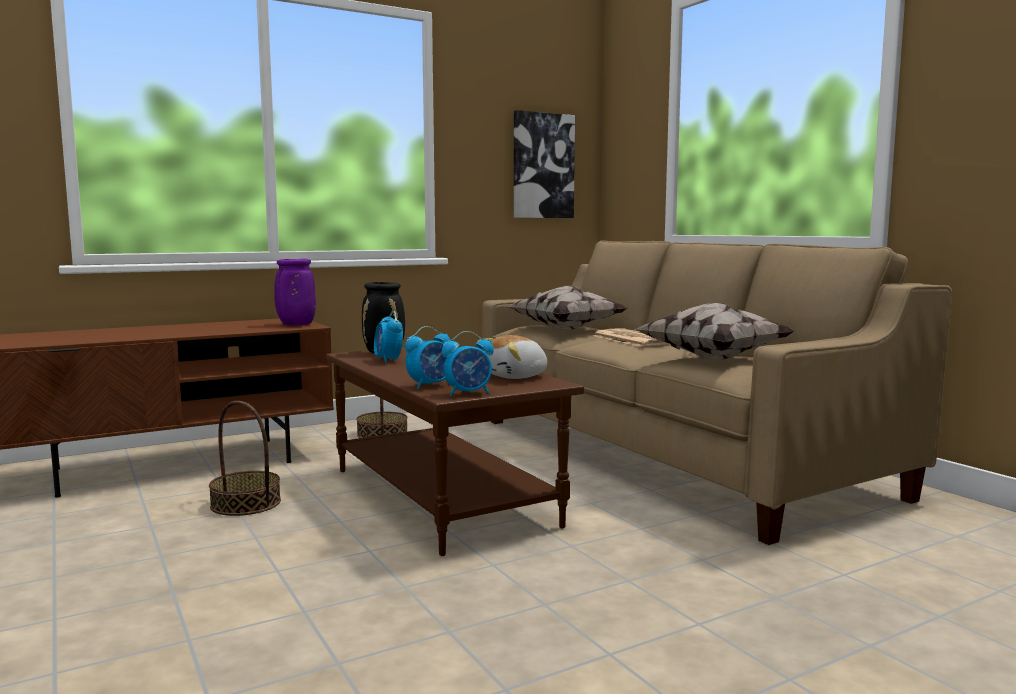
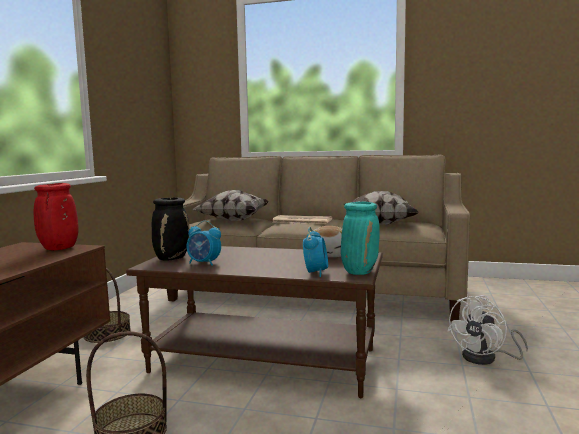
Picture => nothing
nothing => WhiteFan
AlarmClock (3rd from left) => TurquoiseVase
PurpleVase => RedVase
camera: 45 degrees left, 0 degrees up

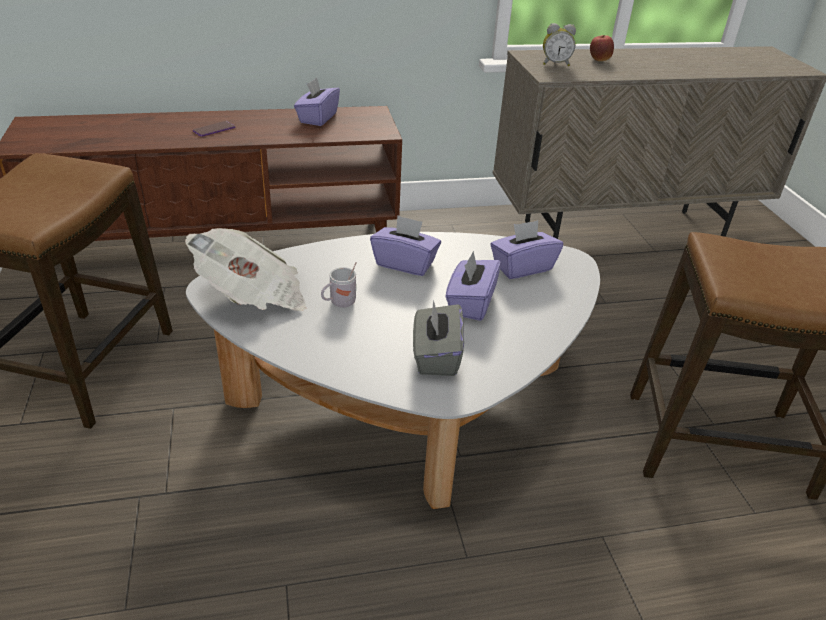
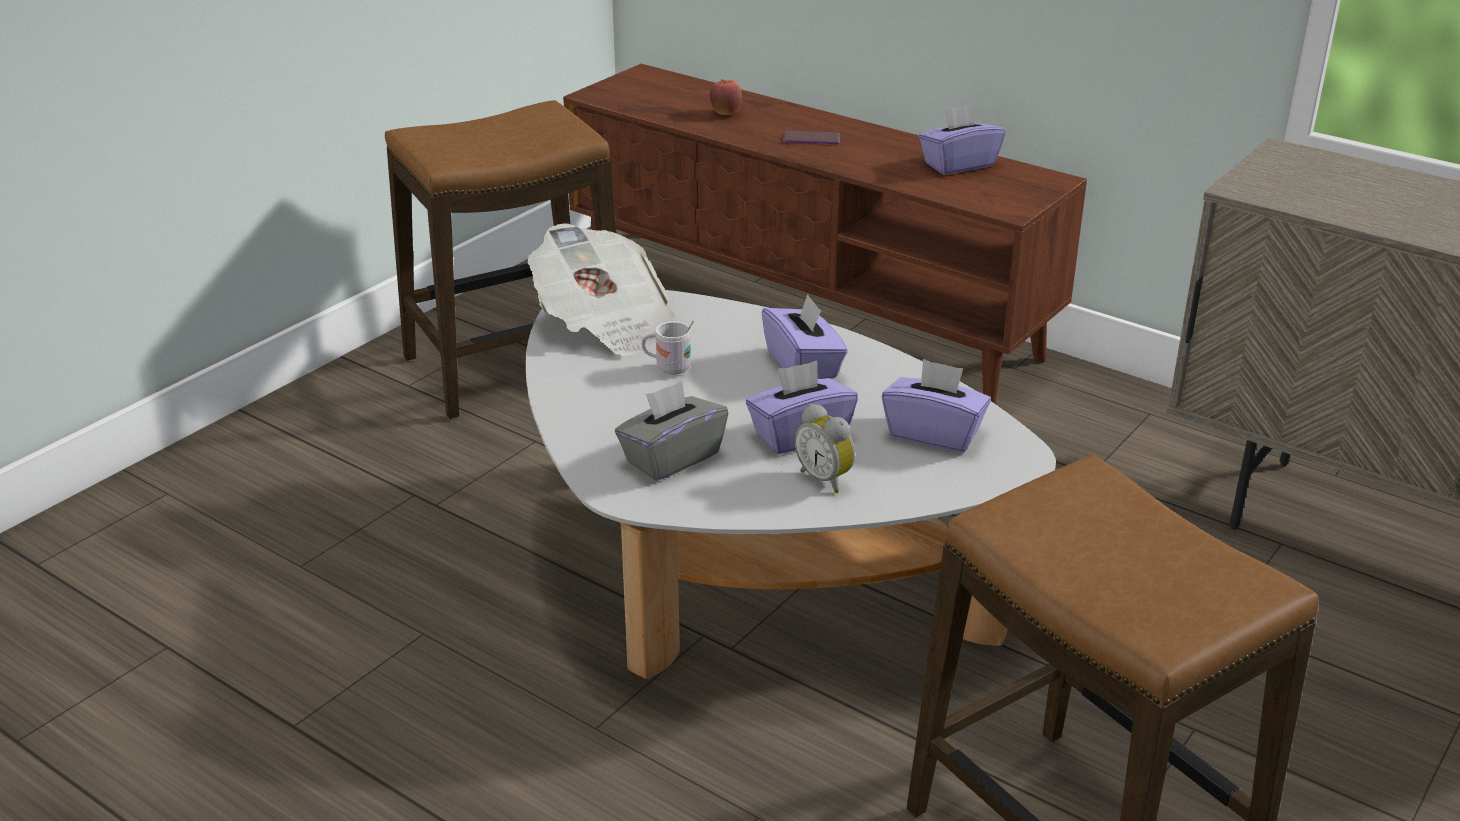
AlarmClock, moved
Apple, moved
camera: 50 degrees right, 5 degrees down

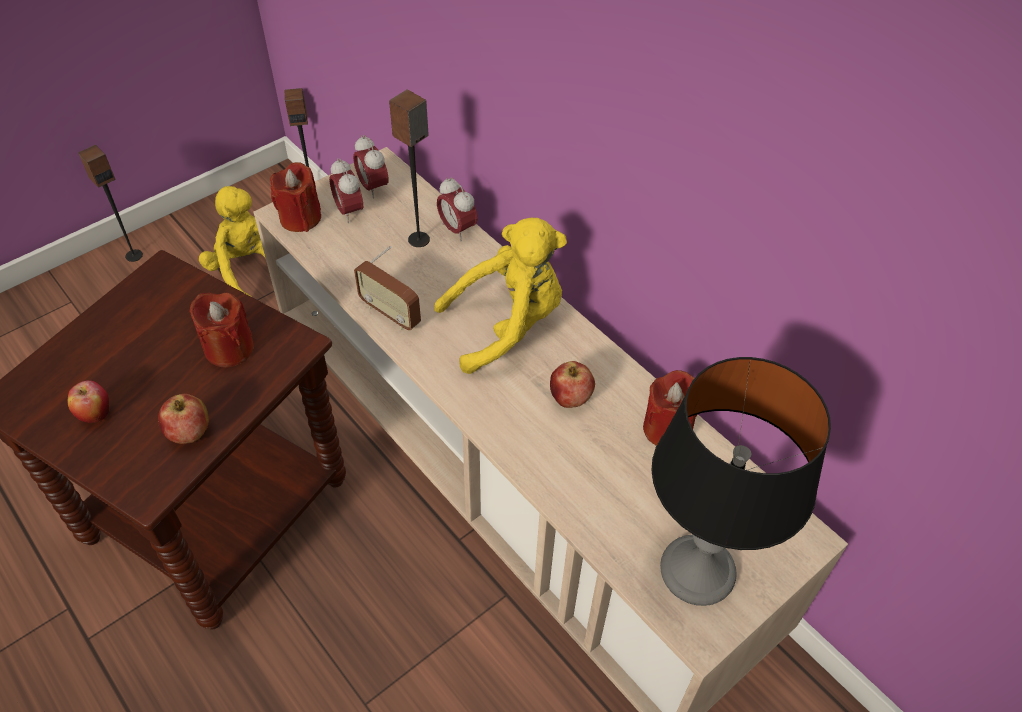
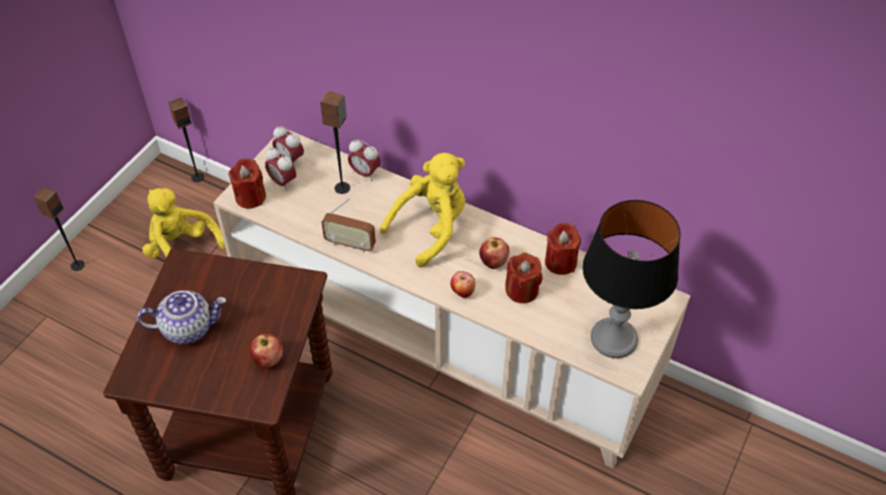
nothing => Teapot
Apple (1st from left in the first image) => Apple (2nd from left), moved
RedCandle (1st from left in the first image) => RedCandle (2nd from left), moved
camera: 20 degrees left, 0 degrees up

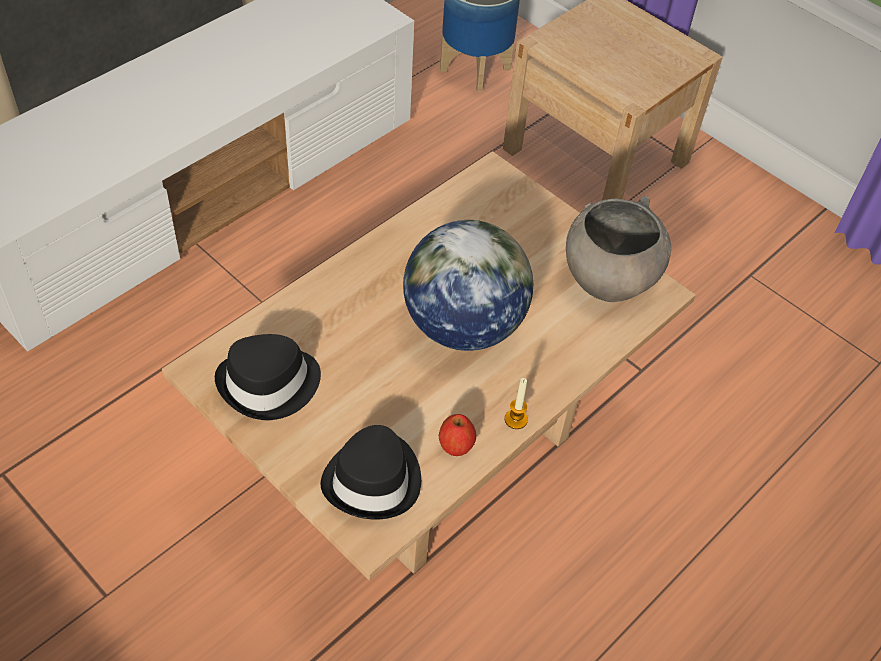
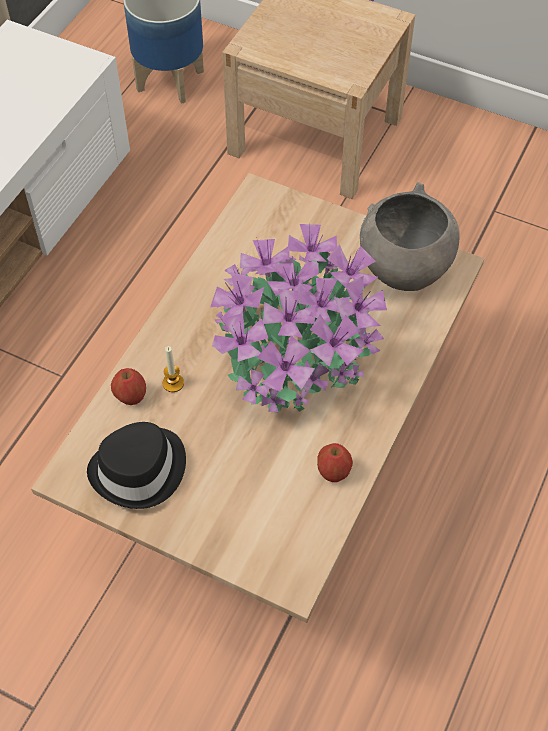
BlackHat (2nd from left) => nothing
nothing => Apple (1st from left)
Candle, moved
Globe => PottedPlant
camera: 15 degrees left, 5 degrees up

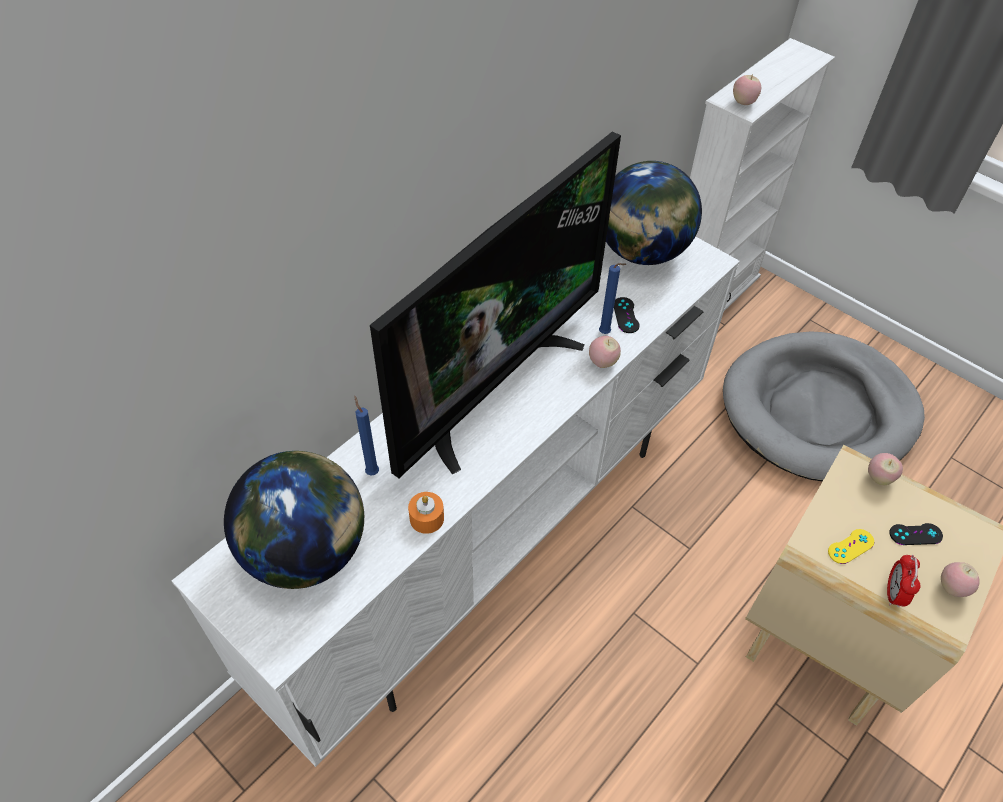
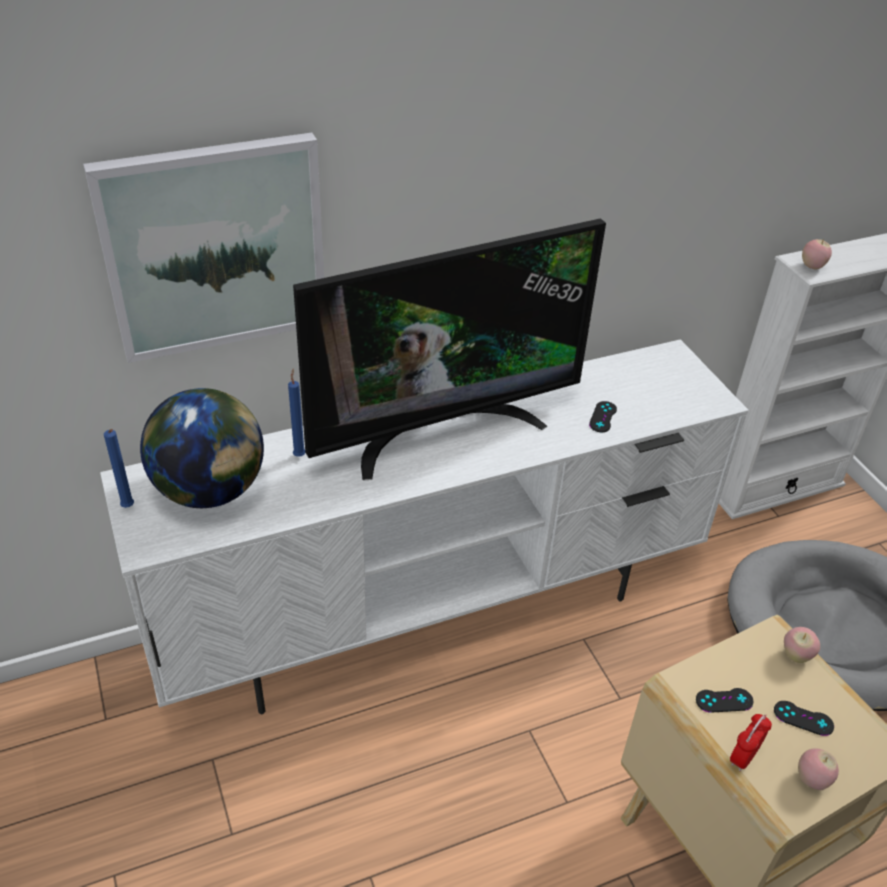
OrangeCandle => nothing
Apple (1st from left) => nothing
Globe (2nd from left) => nothing
nothing => Picture
BlueCandle (2nd from left in the first image) => BlueCandle (1st from left), moved
YellowGameController => BlackGameController (2nd from left)
camera: 25 degrees right, 10 degrees down

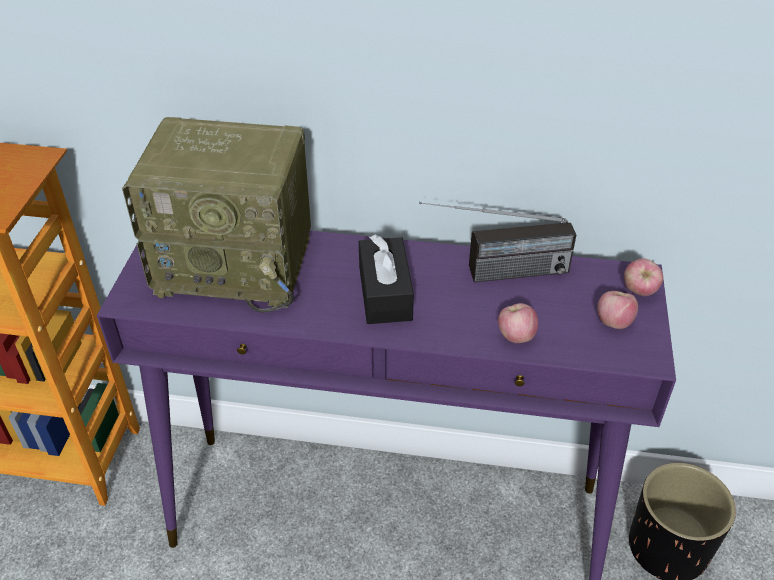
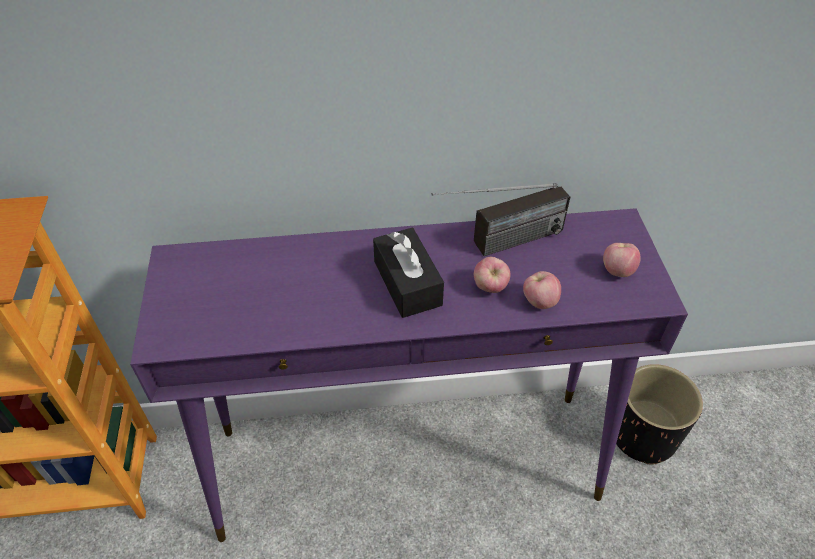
Radio (1st from left) => nothing
Apple (3rd from left in the first image) => Apple (1st from left), moved
camera: 15 degrees left, 5 degrees up

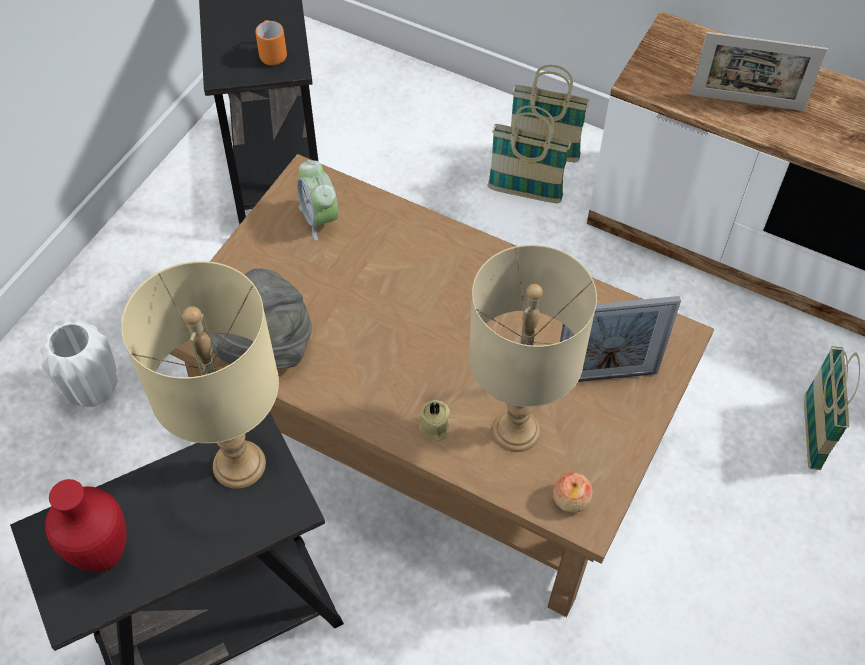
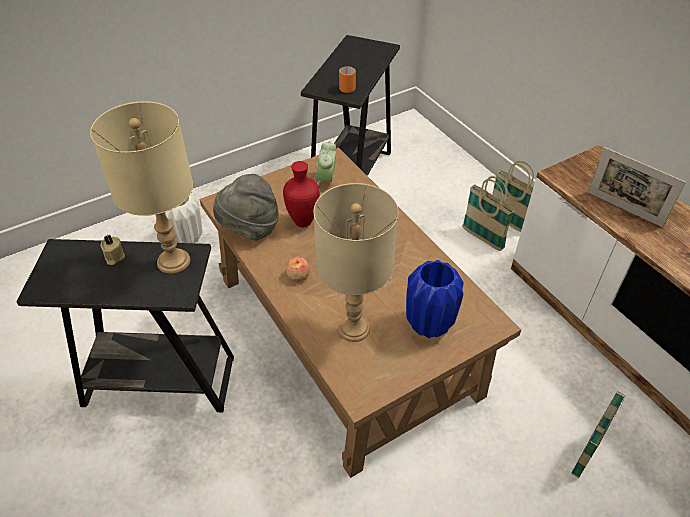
RedVase, moved
BeigeCandle, moved
Apple, moved
PictureFrame (1st from left) => BlueVase
camera: 30 degrees right, 10 degrees down

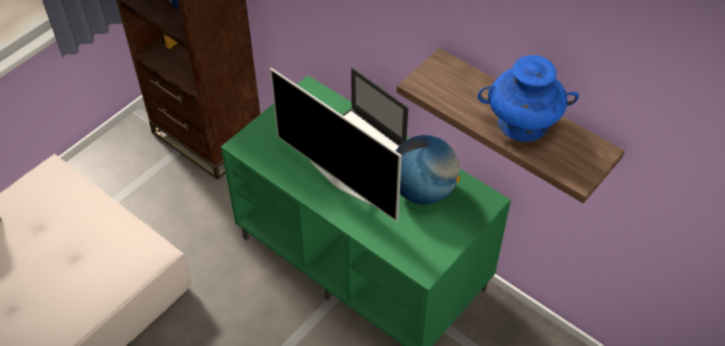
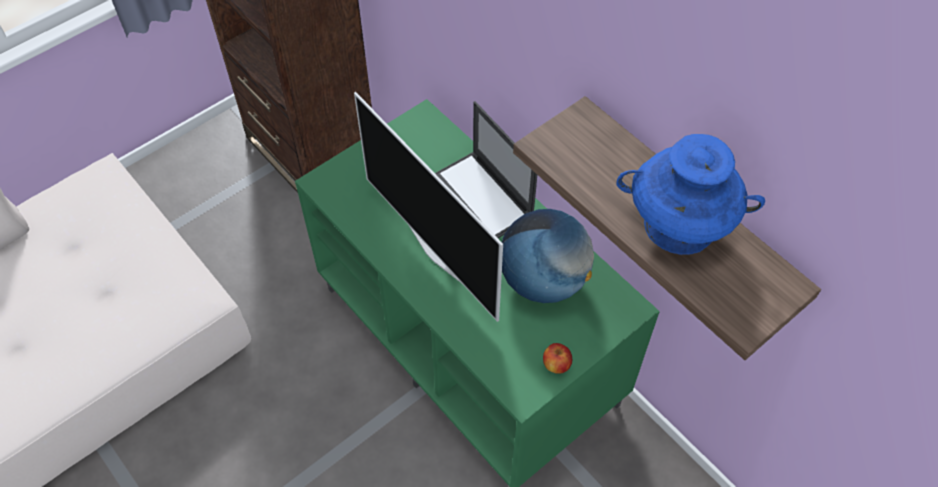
nothing => Apple
camera: 10 degrees right, 5 degrees up

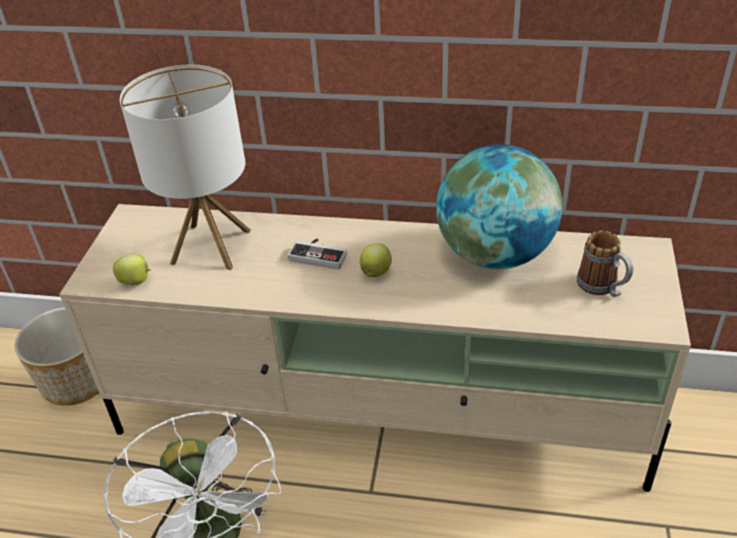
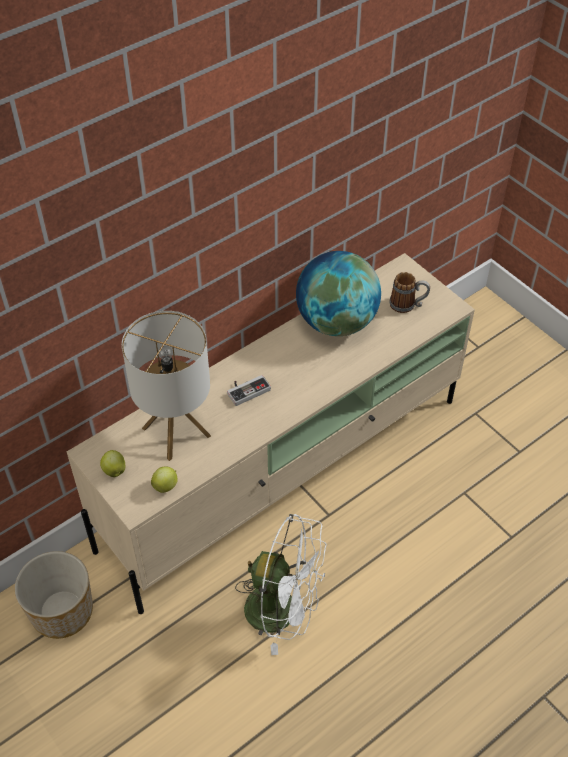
Apple (2nd from left in the first image) => Apple (1st from left), moved
camera: 50 degrees left, 10 degrees up

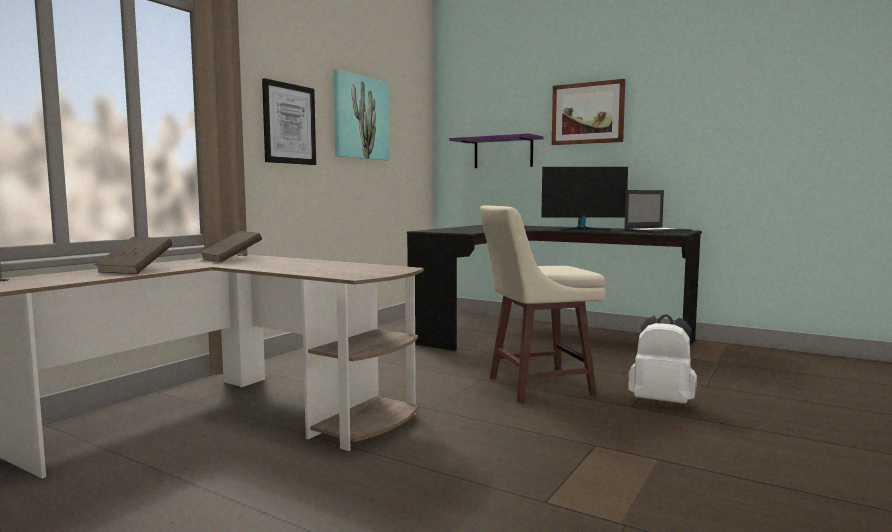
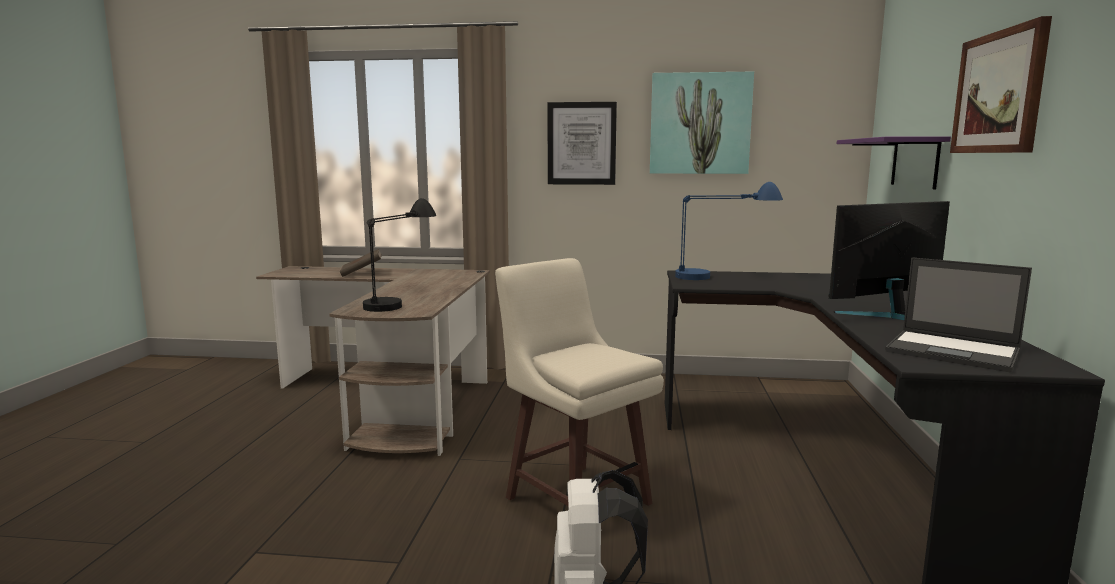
BrownBook (2nd from left) => nothing
nothing => BlackTableLamp
nothing => BlueTableLamp
Monitor, 90 degrees clockwise
camera: 65 degrees right, 5 degrees up

